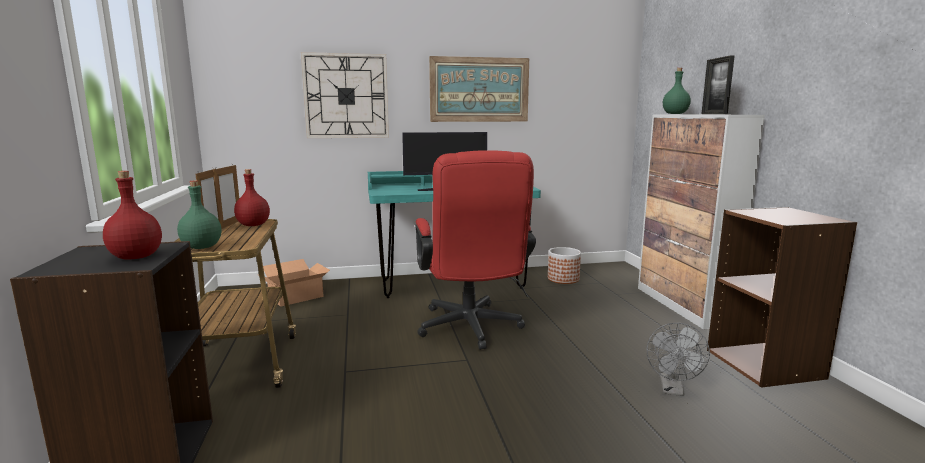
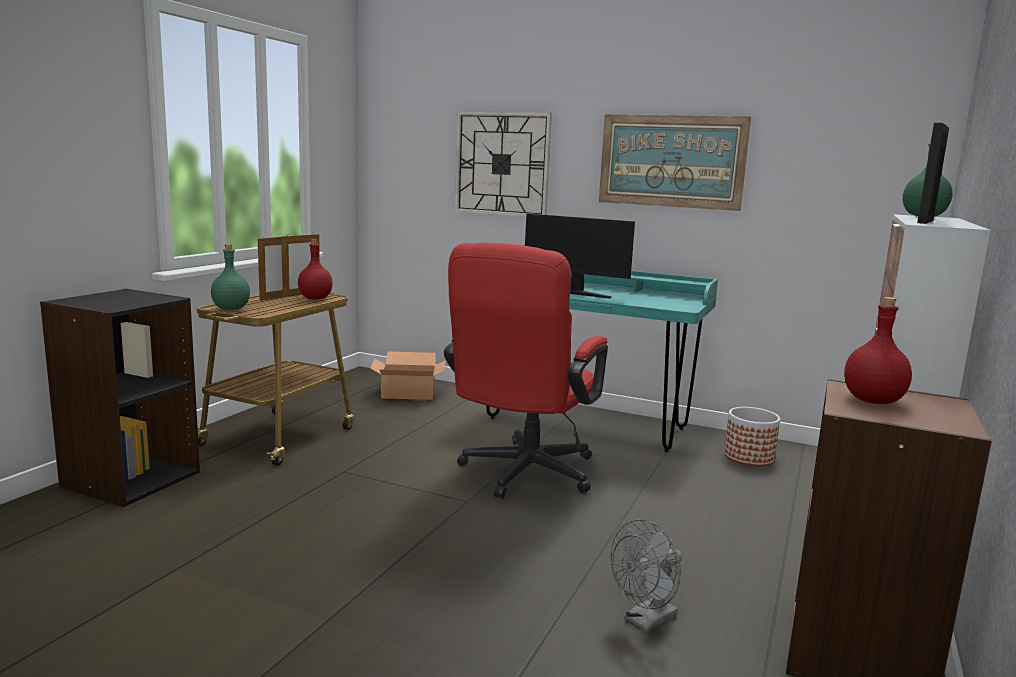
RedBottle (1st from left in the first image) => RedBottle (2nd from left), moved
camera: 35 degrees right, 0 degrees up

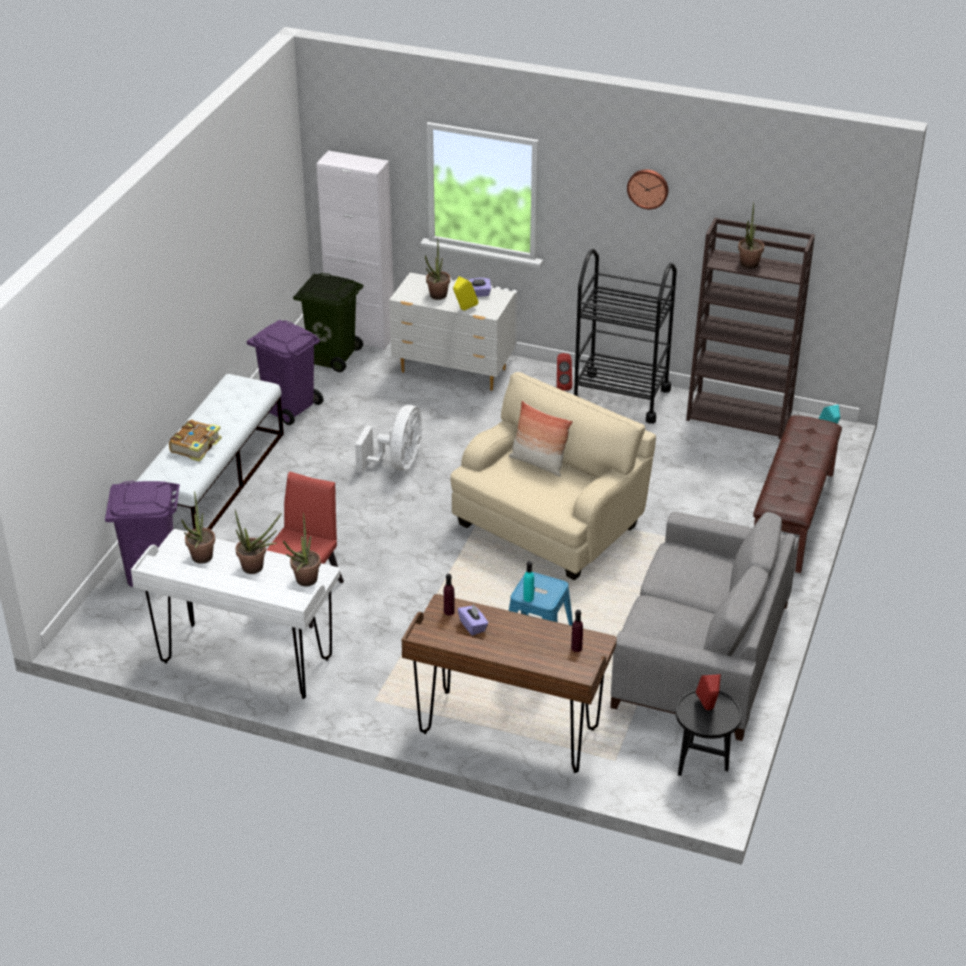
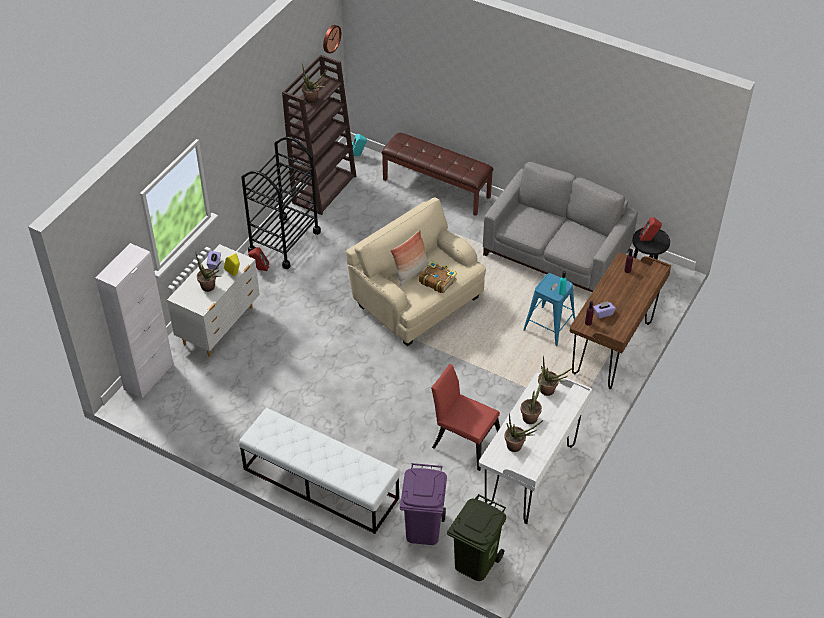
PurpleTrashCan (2nd from left) => nothing
WhiteFan => nothing
Book, moved
GreenTrashCan, moved
WallClock, moved
camera: 80 degrees left, 10 degrees up

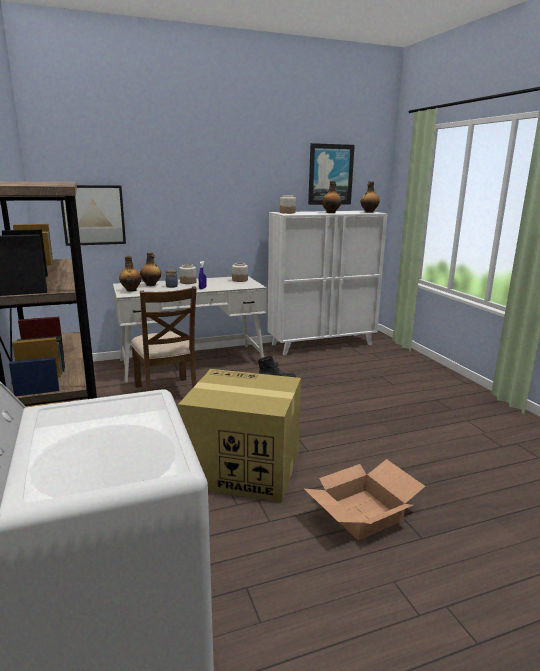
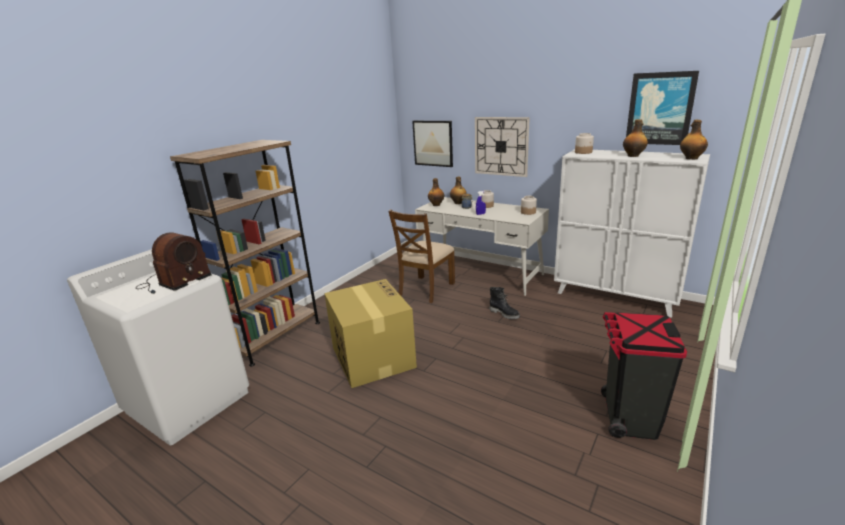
CardboardBox (2nd from left) => nothing
nothing => Radio
nothing => WallClock
nothing => BlackTrashCan
camera: 55 degrees right, 5 degrees up

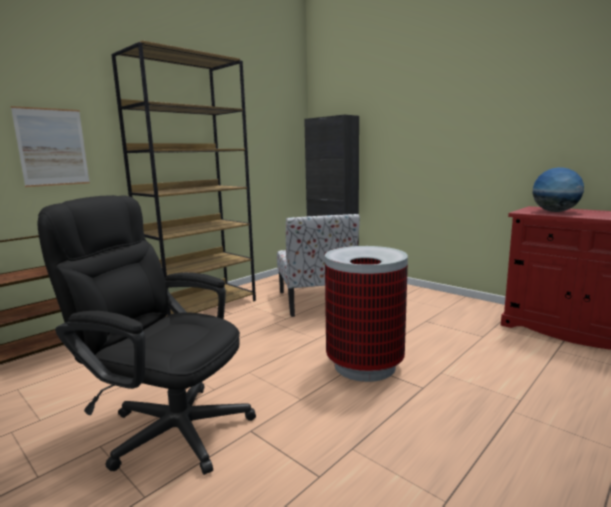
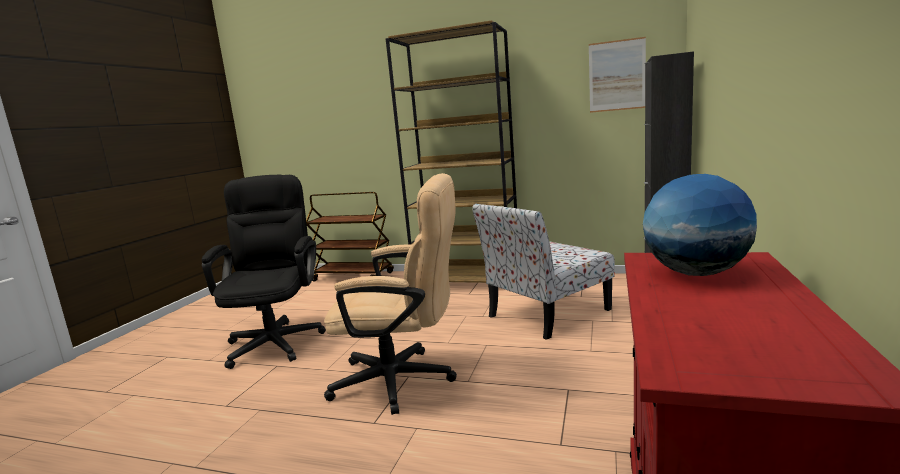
Picture, moved
TrashCan => BeigeOfficeChair
camera: 65 degrees right, 0 degrees up

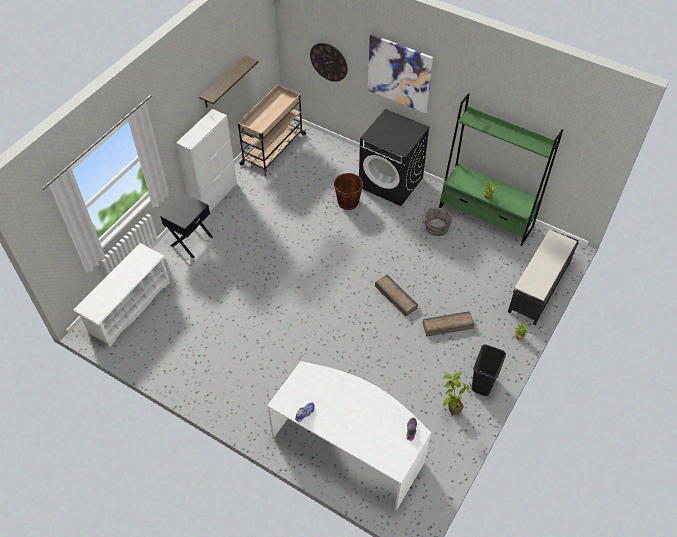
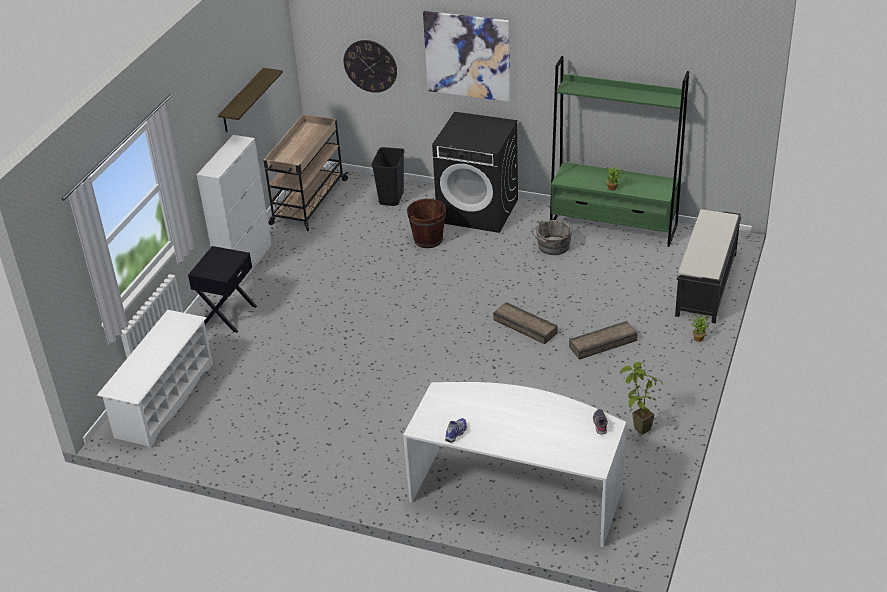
BlackTrashCan, moved
camera: 10 degrees left, 15 degrees down

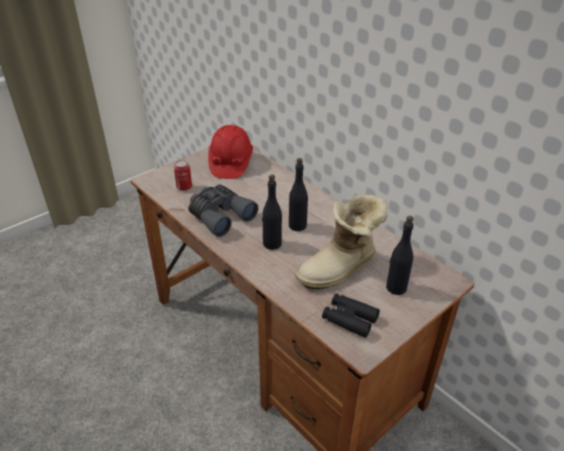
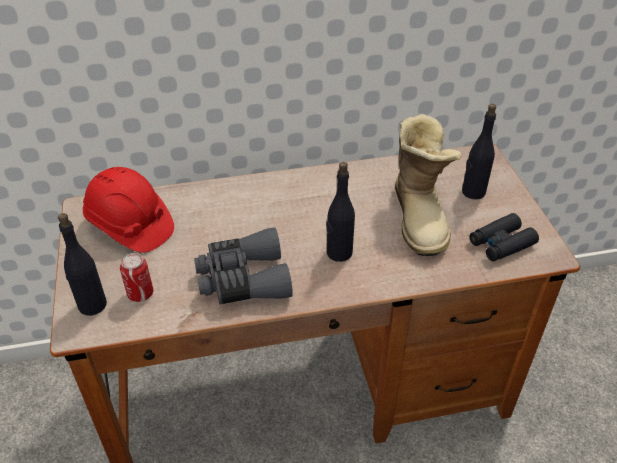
BlackBottle (2nd from left in the first image) => BlackBottle (1st from left), moved
camera: 60 degrees left, 5 degrees up

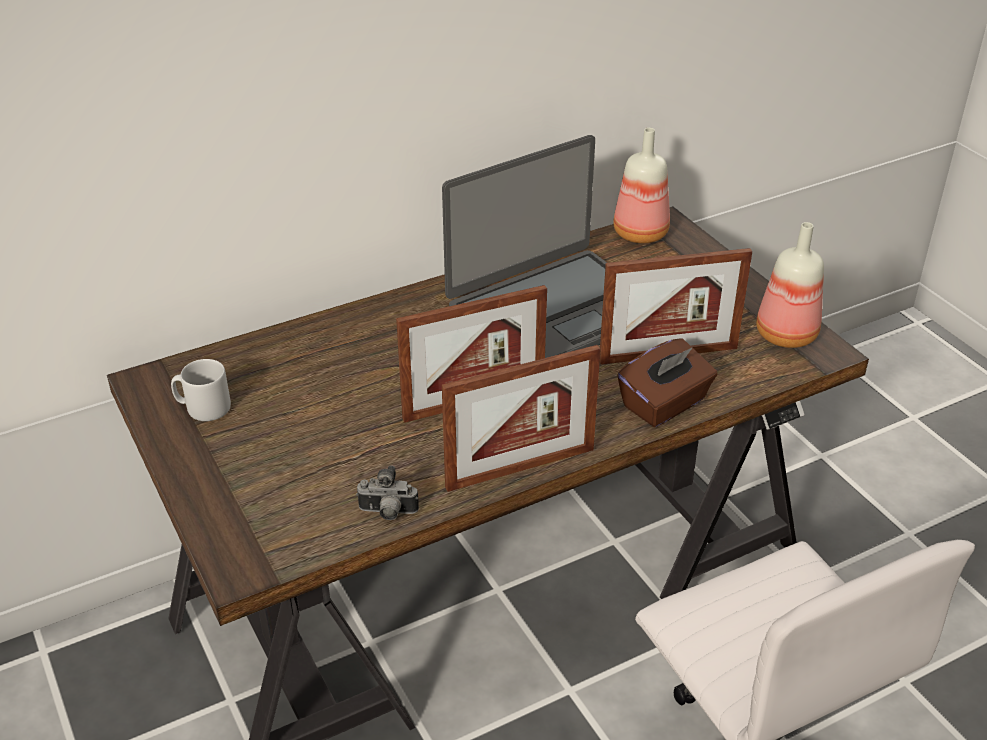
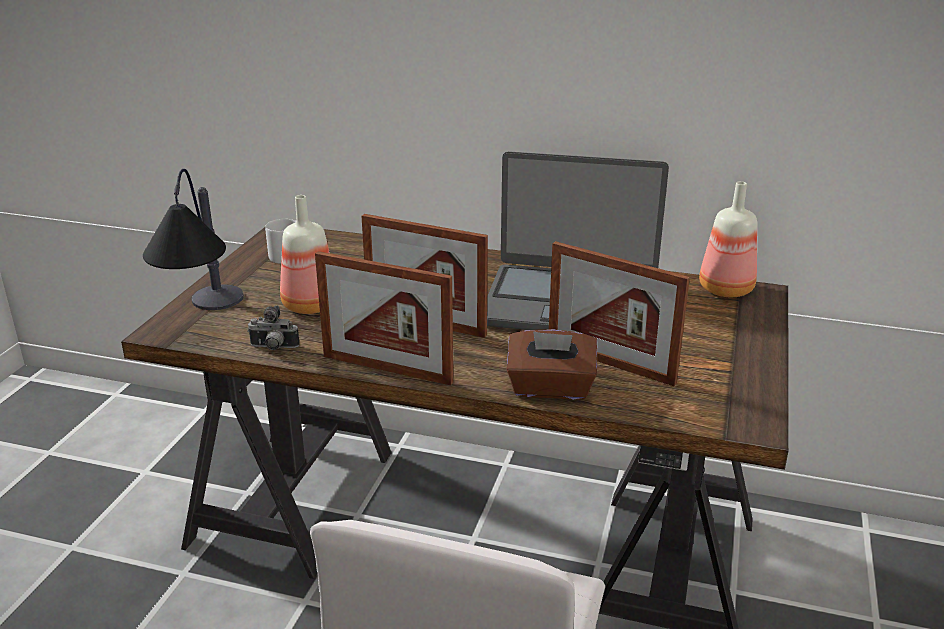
nothing => TableLamp
Bottle (2nd from left in the first image) => Bottle (1st from left), moved
PhotoCamera, 45 degrees counterclockwise
camera: 45 degrees right, 10 degrees down

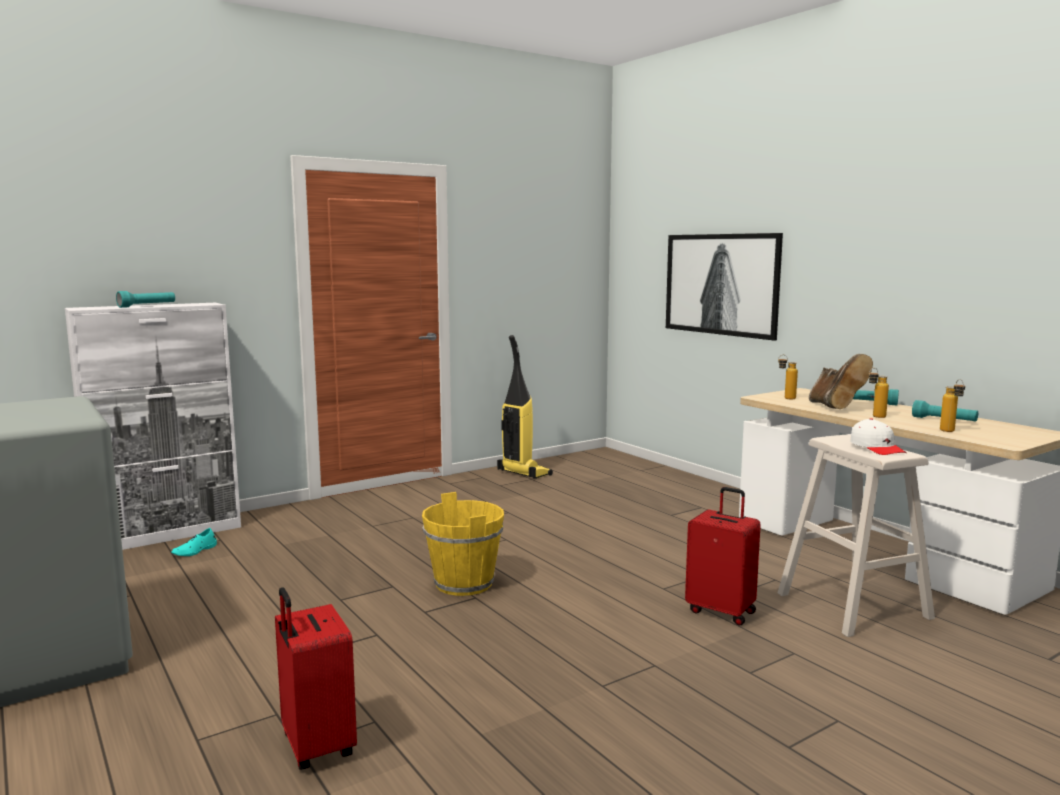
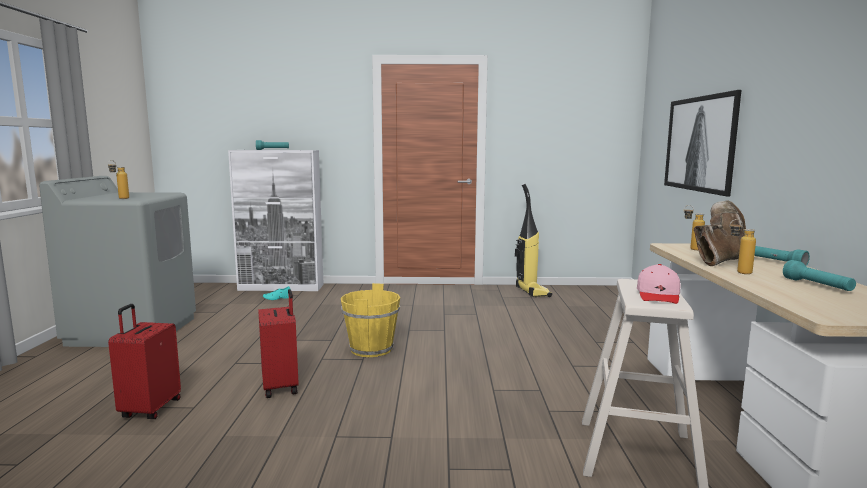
RedSuitcase (2nd from left), moved
Bottle (3rd from left in the first image) => Bottle (1st from left), moved
WhiteCap => PinkCap
BrownBoot, 150 degrees counterclockwise
camera: 35 degrees right, 0 degrees up

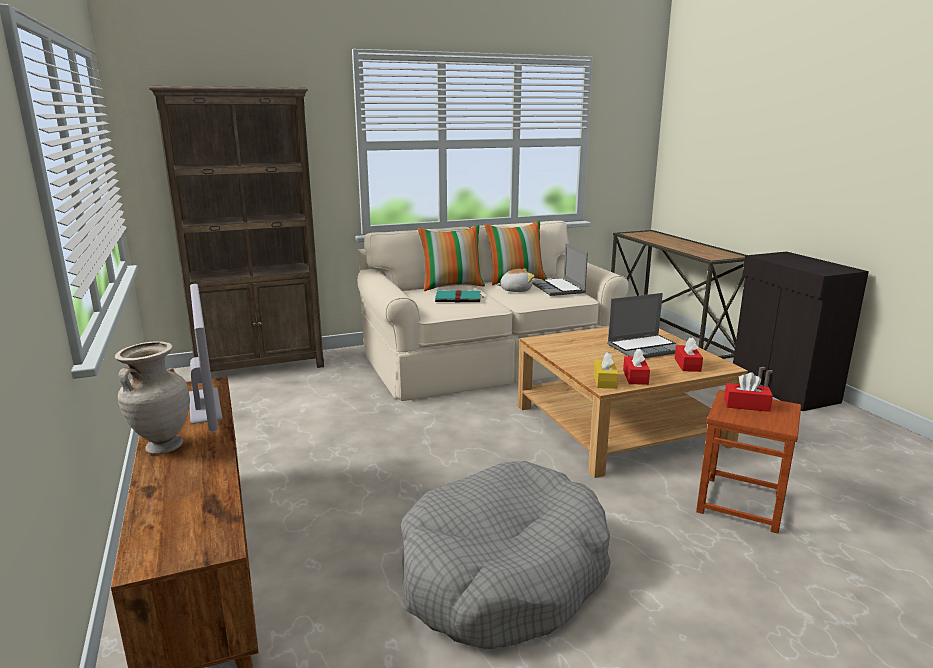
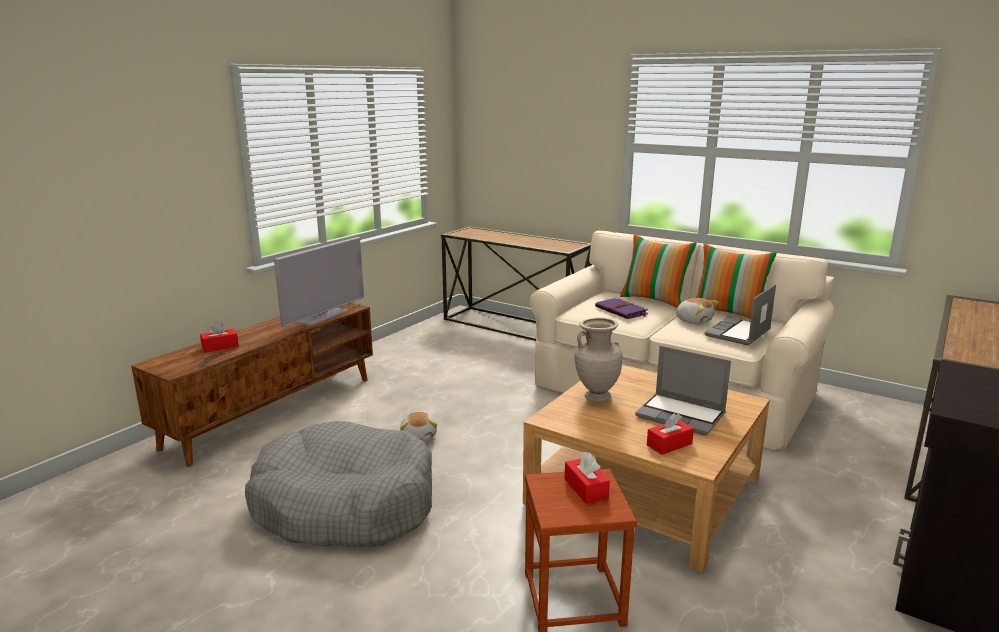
YellowTissueBox => nothing
nothing => PlushToy (1st from left)
BeigeVase, moved
RedTissueBox (1st from left), moved
BrownBookcase => ConsoleTable (1st from left)
TurquoiseBook => PurpleBook
camera: 55 degrees right, 0 degrees up

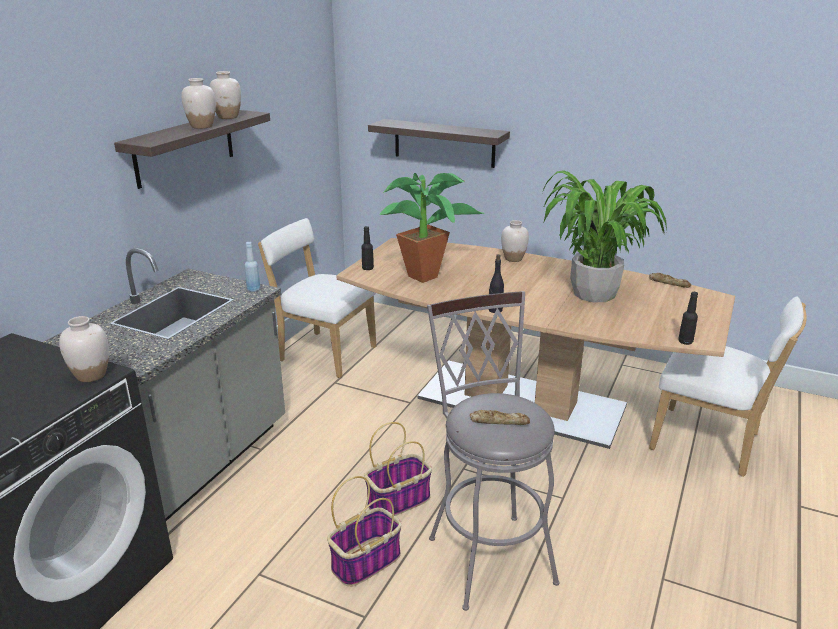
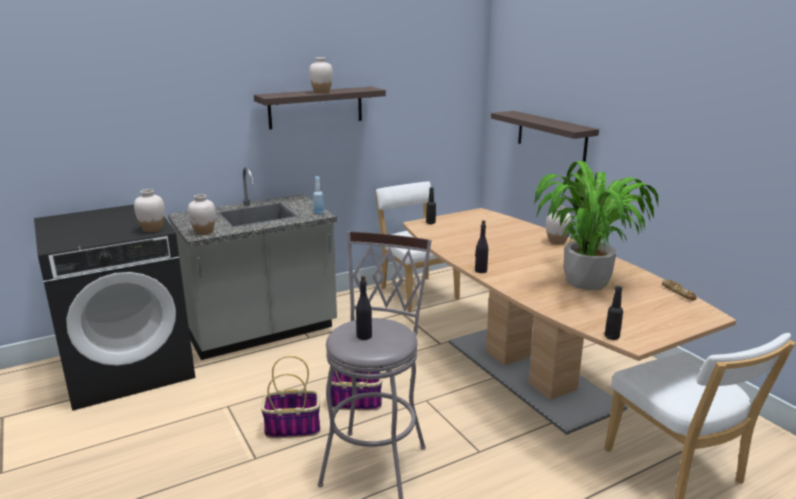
PottedPlant (1st from left) => nothing
WhiteVase (3rd from left in the first image) => WhiteVase (2nd from left), moved
Bread (1st from left) => BlackBottle (1st from left)
camera: 35 degrees right, 5 degrees down

